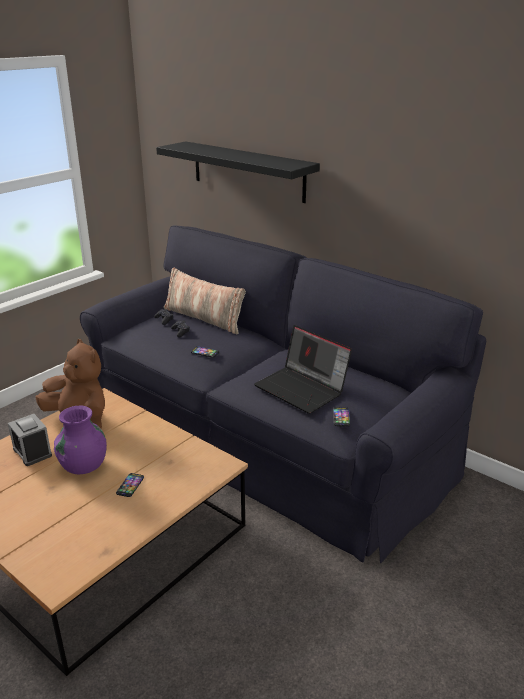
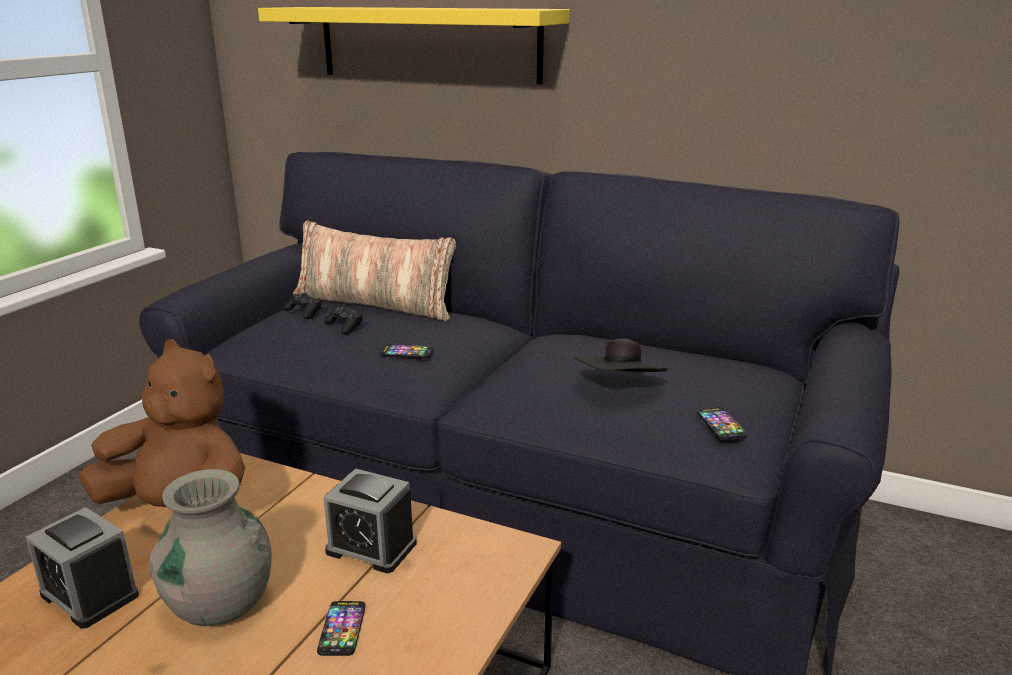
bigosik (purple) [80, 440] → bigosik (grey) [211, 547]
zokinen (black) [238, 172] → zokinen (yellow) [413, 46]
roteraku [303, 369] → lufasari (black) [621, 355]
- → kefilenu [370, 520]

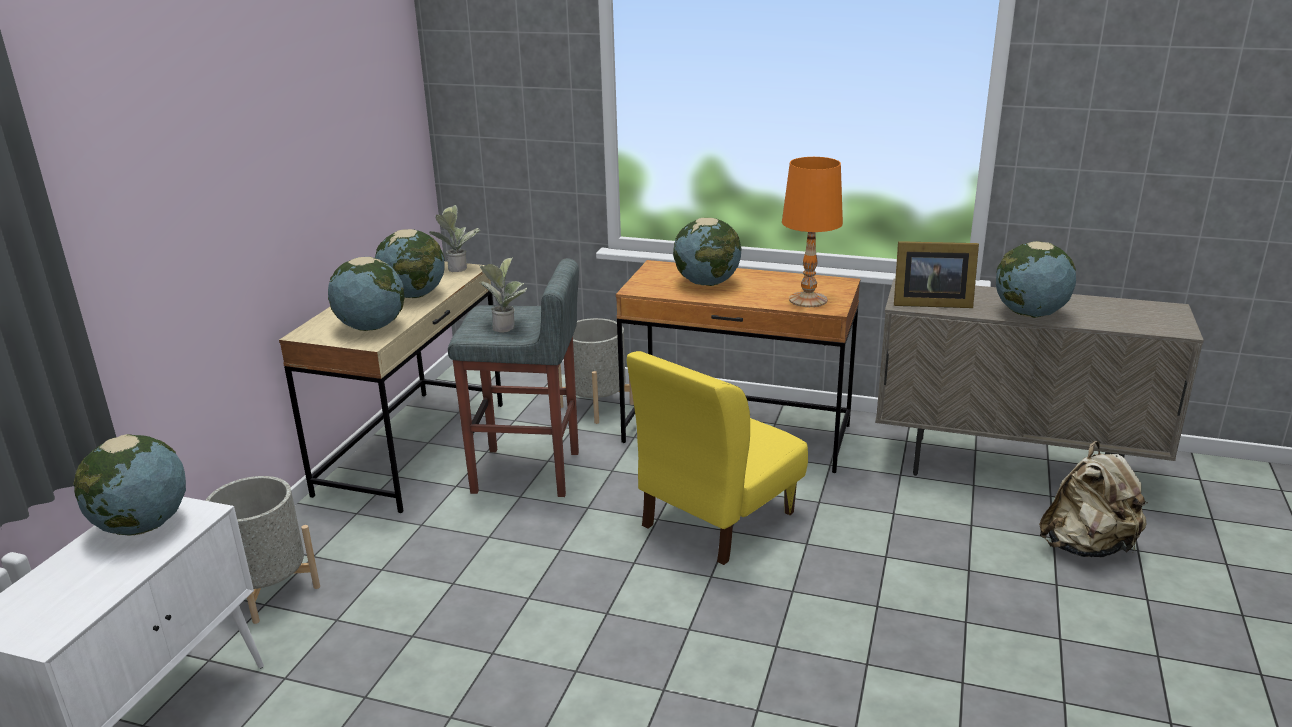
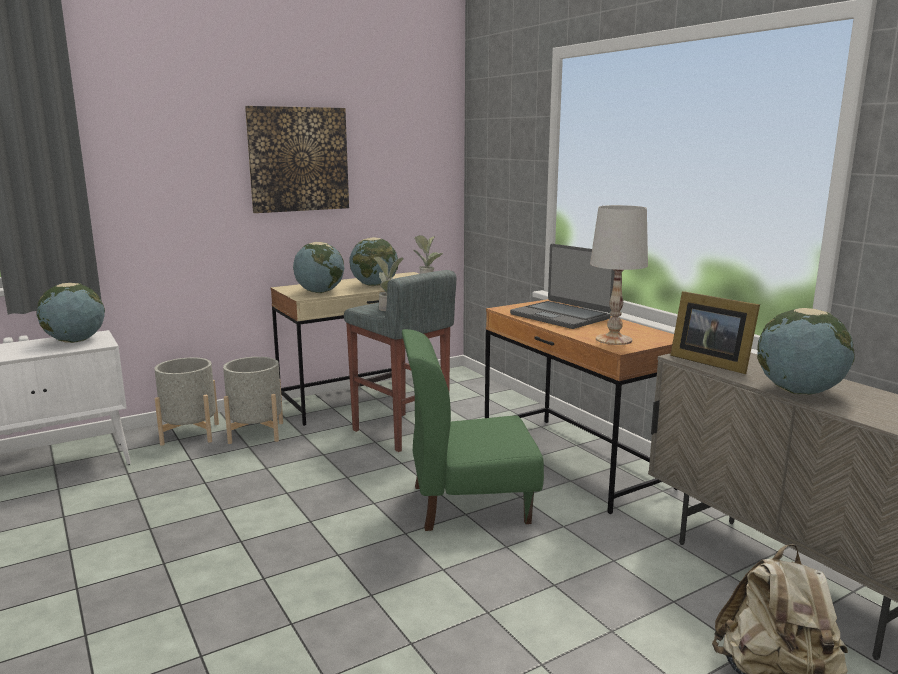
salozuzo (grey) [596, 371] → salozuzo (grey) [253, 400], shifted
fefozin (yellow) [717, 458] → fefozin (green) [473, 430]
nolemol [707, 252] → roteraku [562, 286]
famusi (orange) [812, 232] → famusi (white) [619, 275]
- → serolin [297, 159]

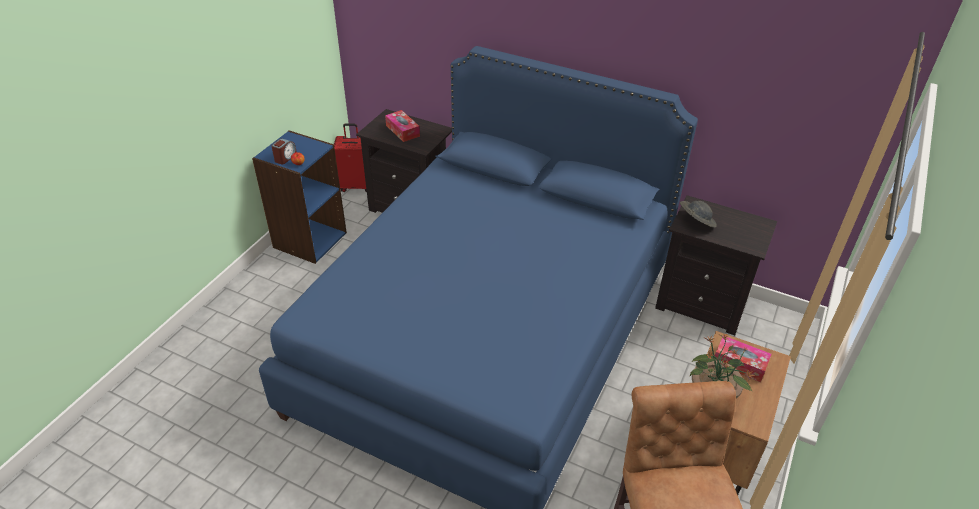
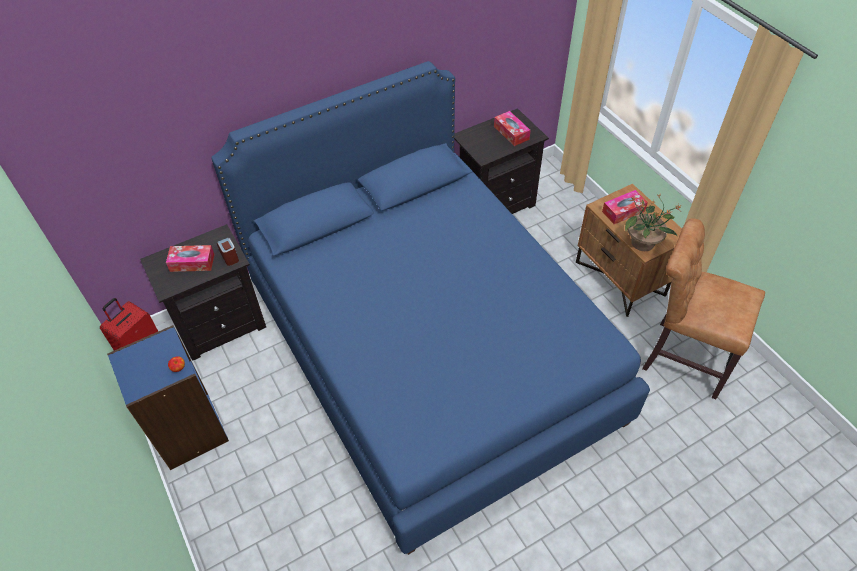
kefilenu [284, 151] → kefilenu [228, 251], shifted
lufasari (grey) [698, 214] → -
- → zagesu [512, 128]

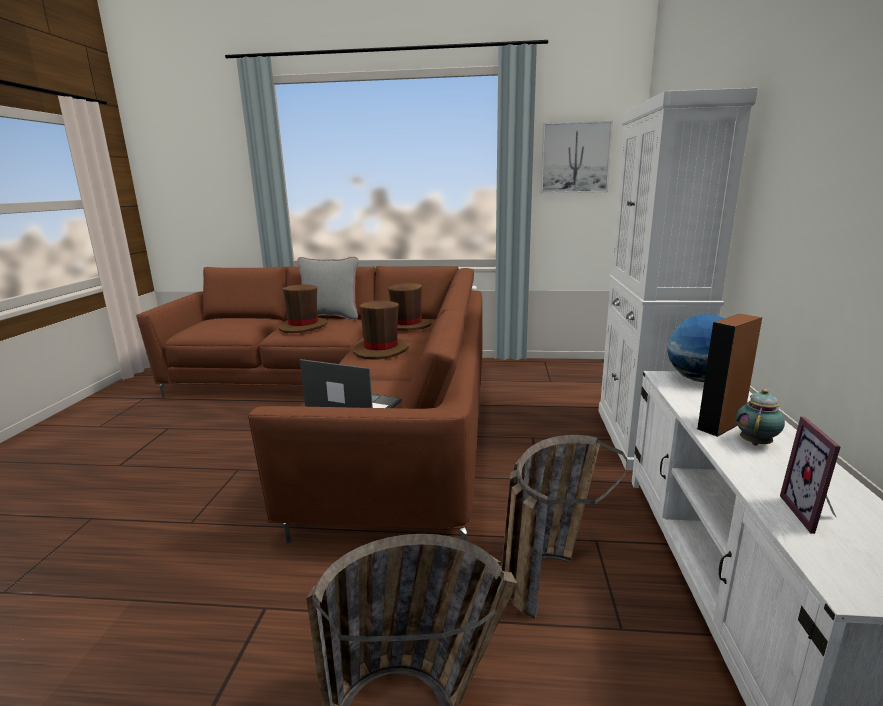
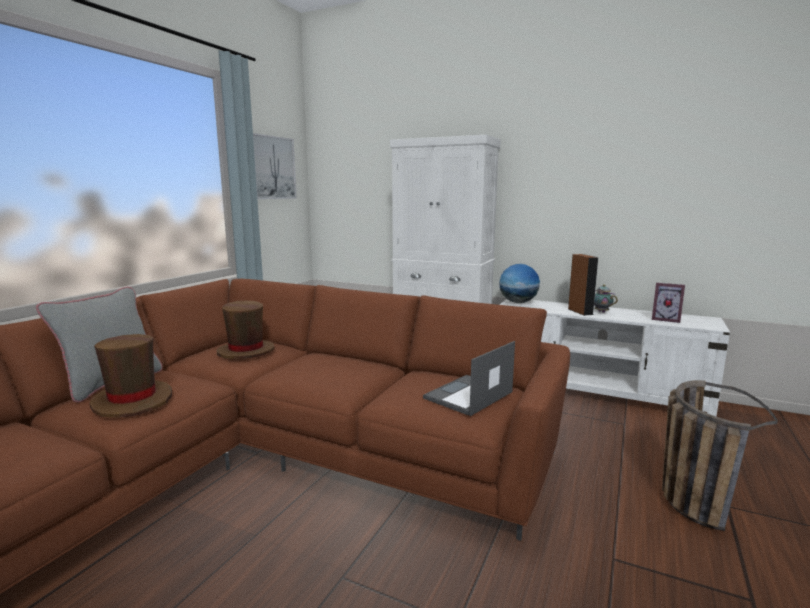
lufasari (brown) [381, 330] → -
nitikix [564, 527] → -

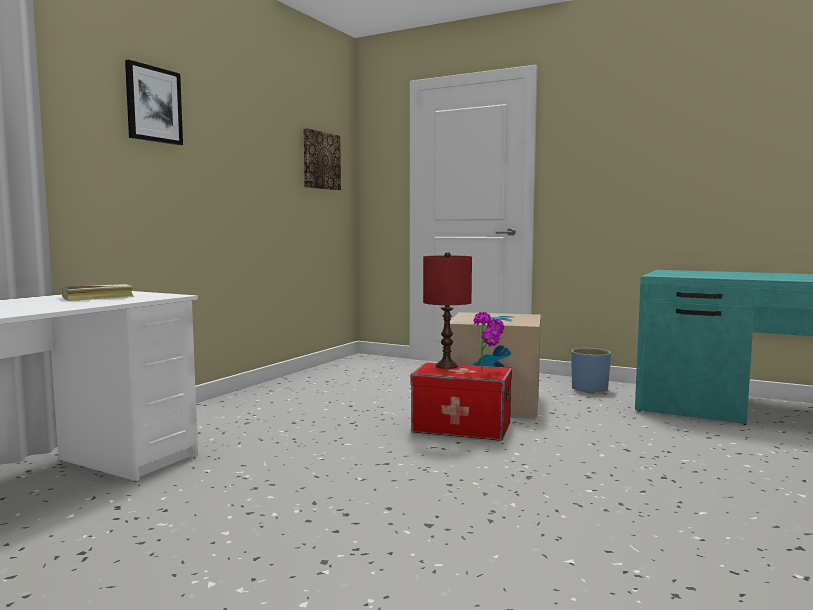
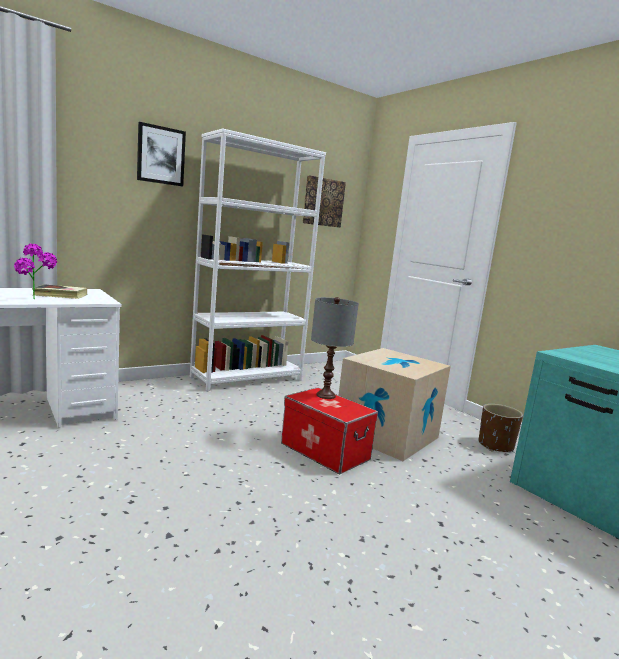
famusi (red) [447, 310] → famusi (grey) [335, 348]
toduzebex [489, 341] → toduzebex [35, 271], shifted
salozuzo (blue) [591, 371] → salozuzo (brown) [501, 428]
- → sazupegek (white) [258, 260]

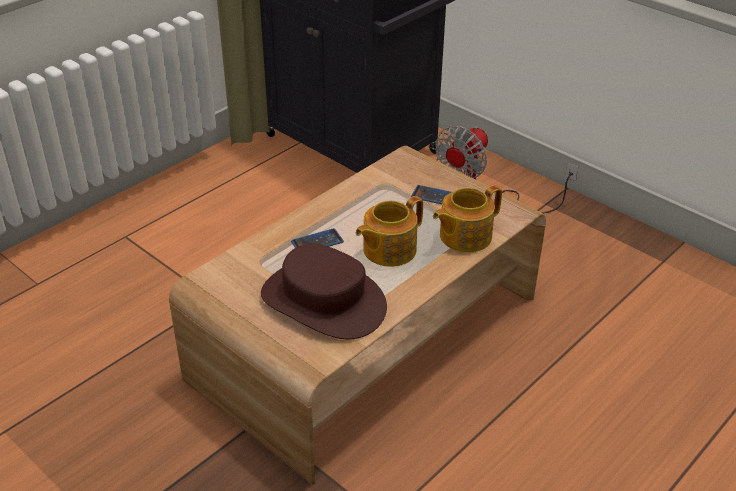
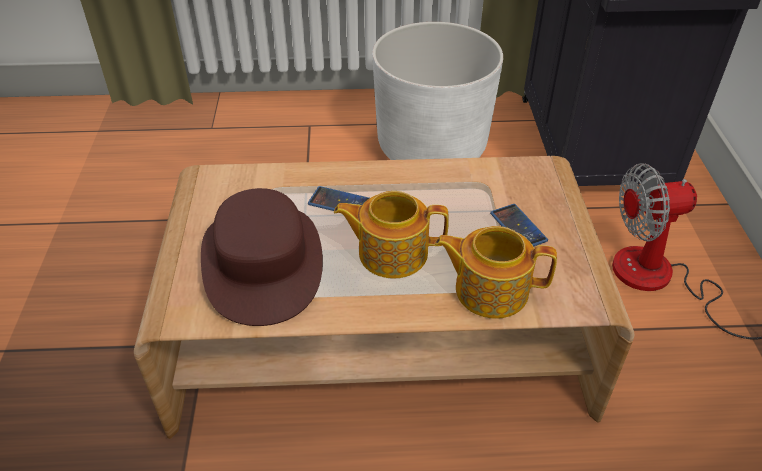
- → salozuzo (white) [437, 91]

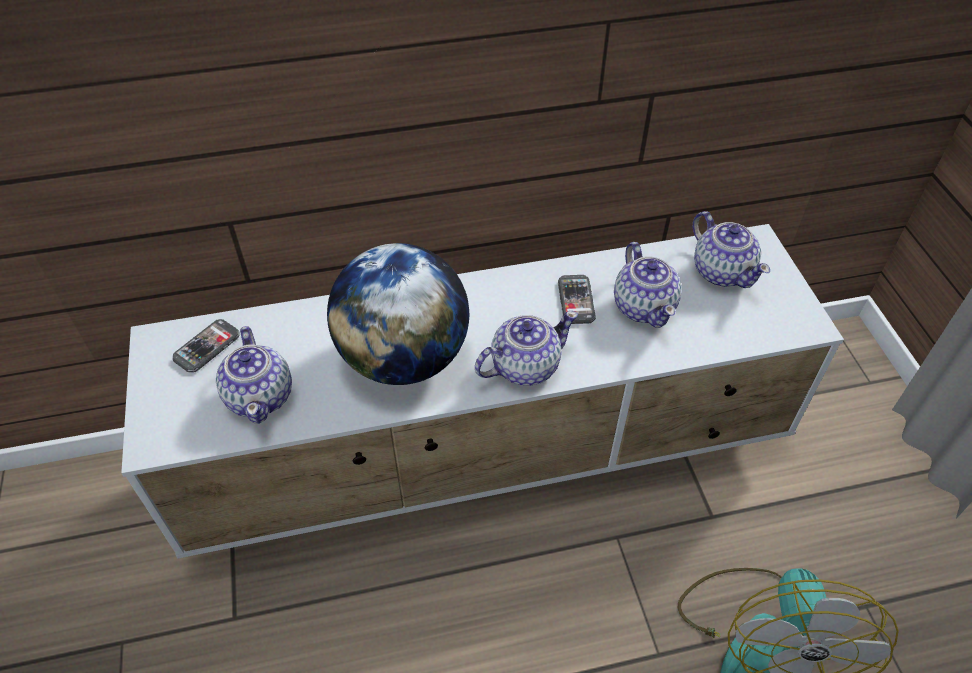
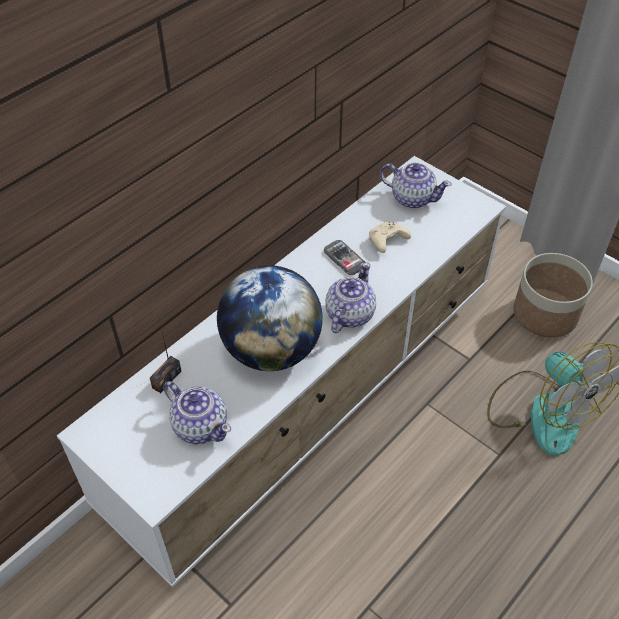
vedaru [206, 346] → -
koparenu [648, 285] → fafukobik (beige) [390, 237]
- → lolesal [165, 354]
- → salozuzo [553, 295]

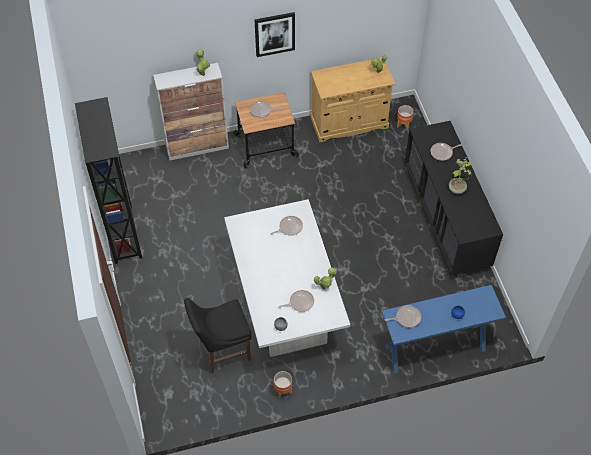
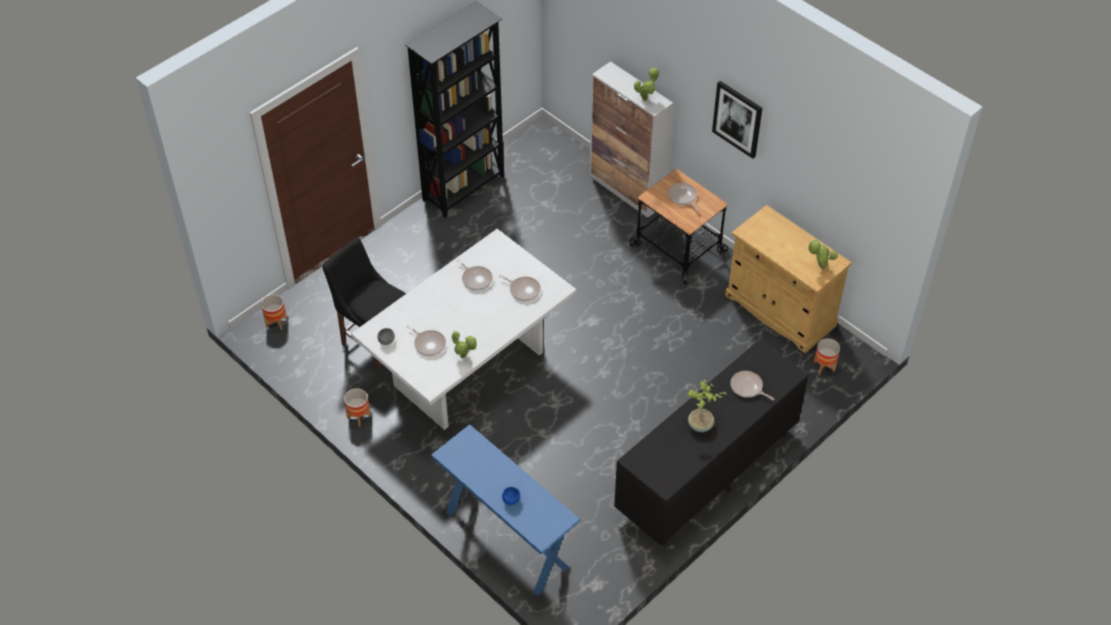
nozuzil [403, 316] → nozuzil [475, 274], shifted
- → salozuzo [274, 312]

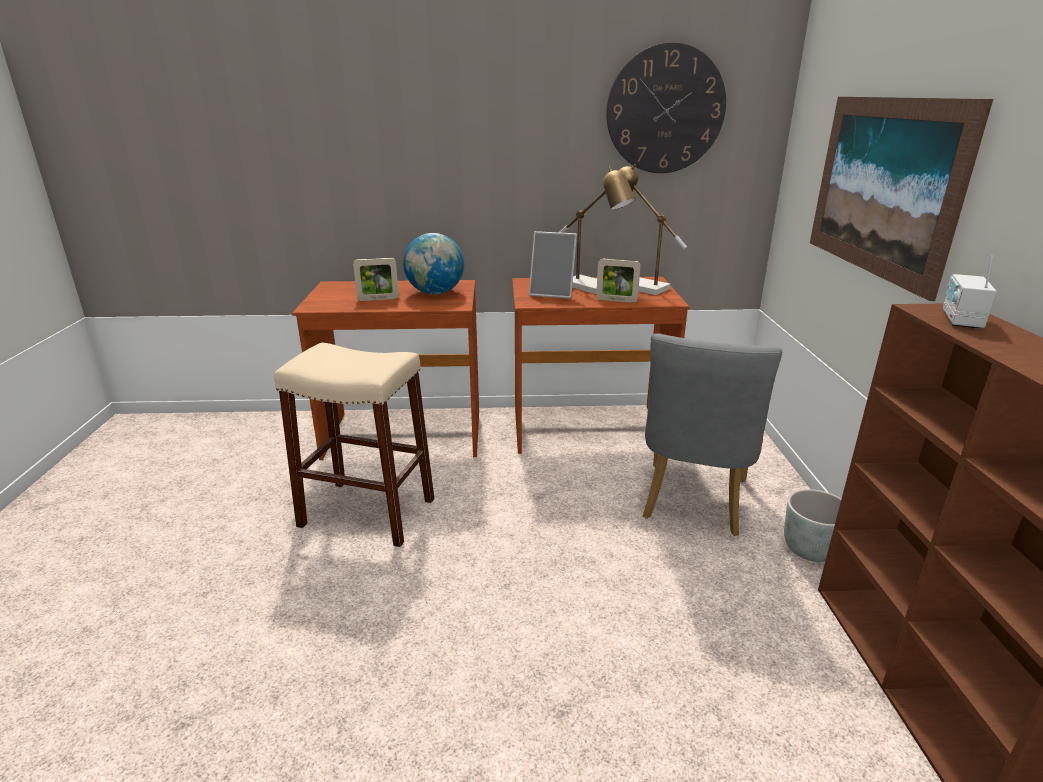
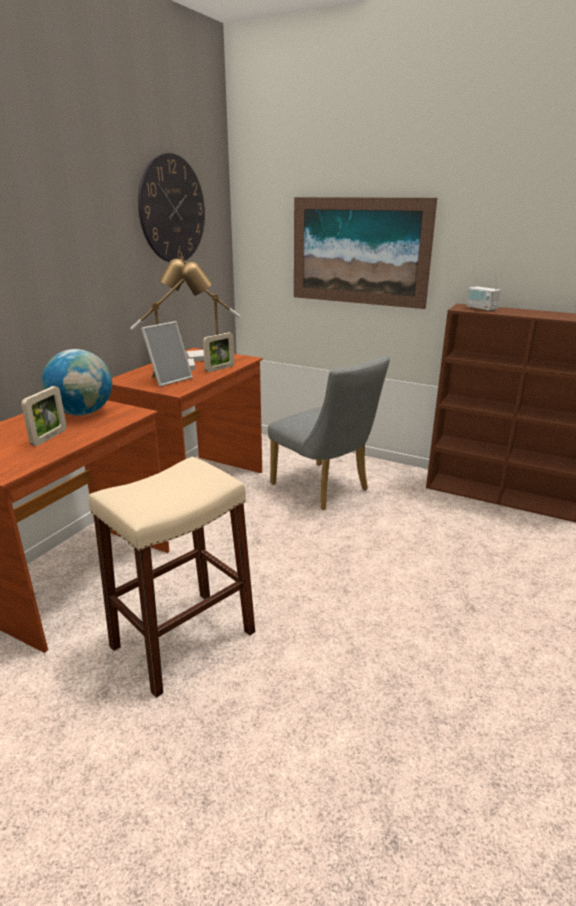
salozuzo (grey) [812, 525] → -

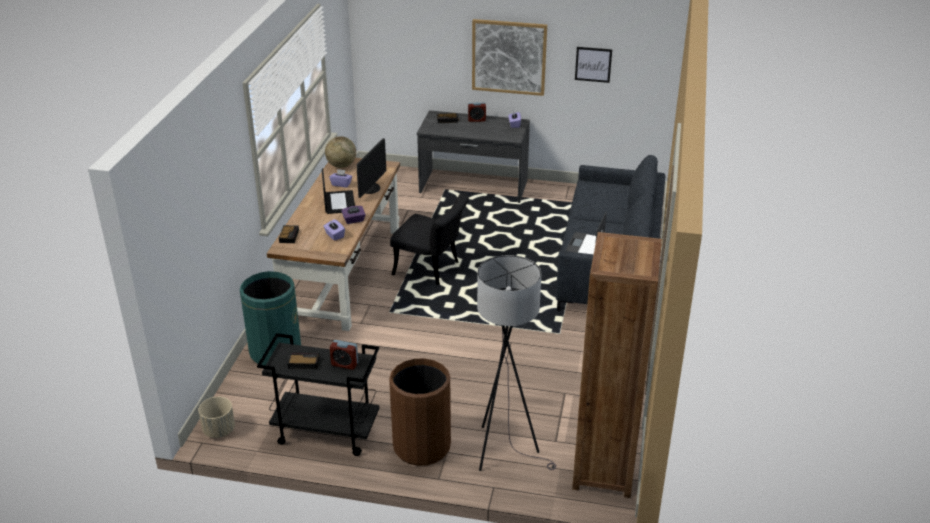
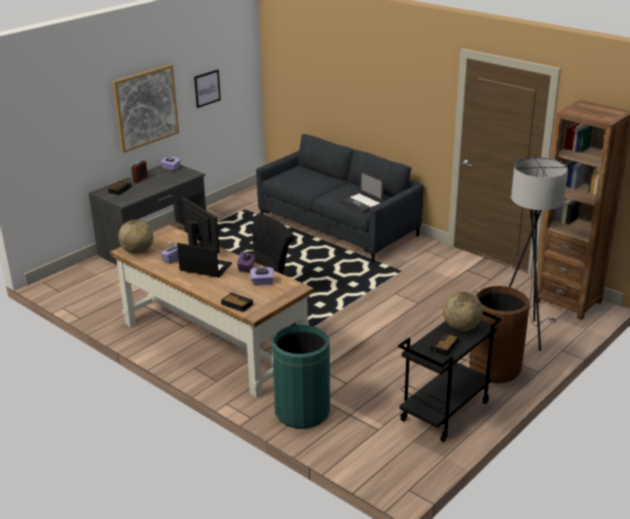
salozuzo (beige) [217, 417] → -
kefilenu [344, 355] → nolemol [463, 311]

